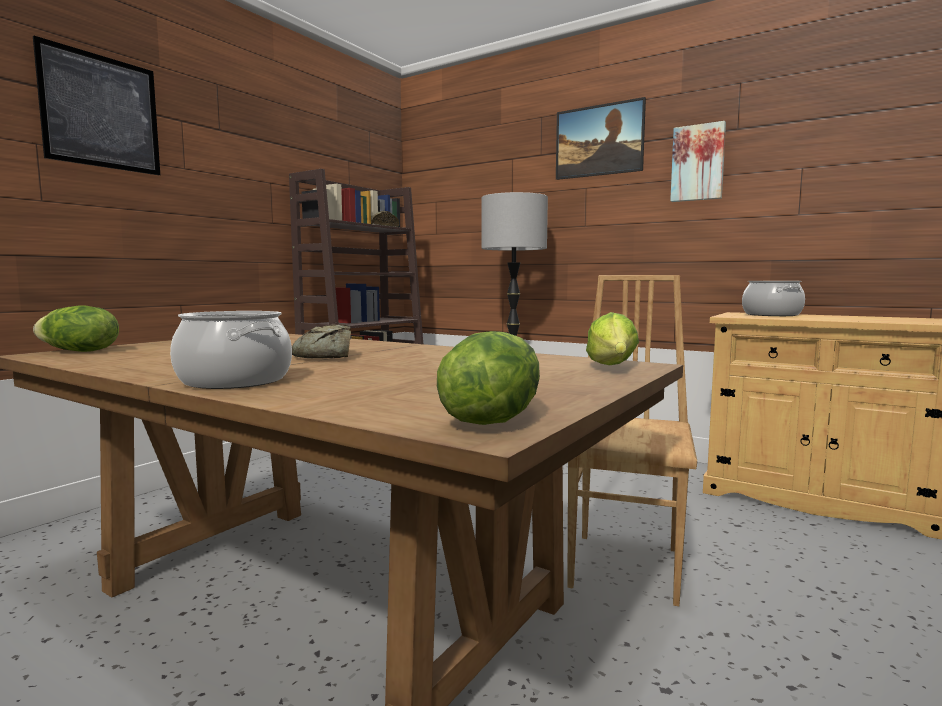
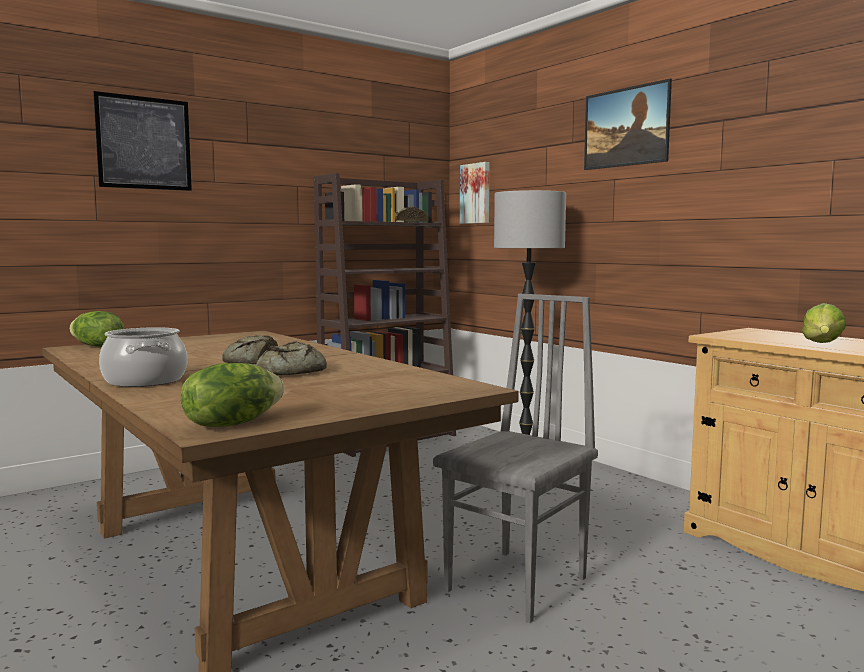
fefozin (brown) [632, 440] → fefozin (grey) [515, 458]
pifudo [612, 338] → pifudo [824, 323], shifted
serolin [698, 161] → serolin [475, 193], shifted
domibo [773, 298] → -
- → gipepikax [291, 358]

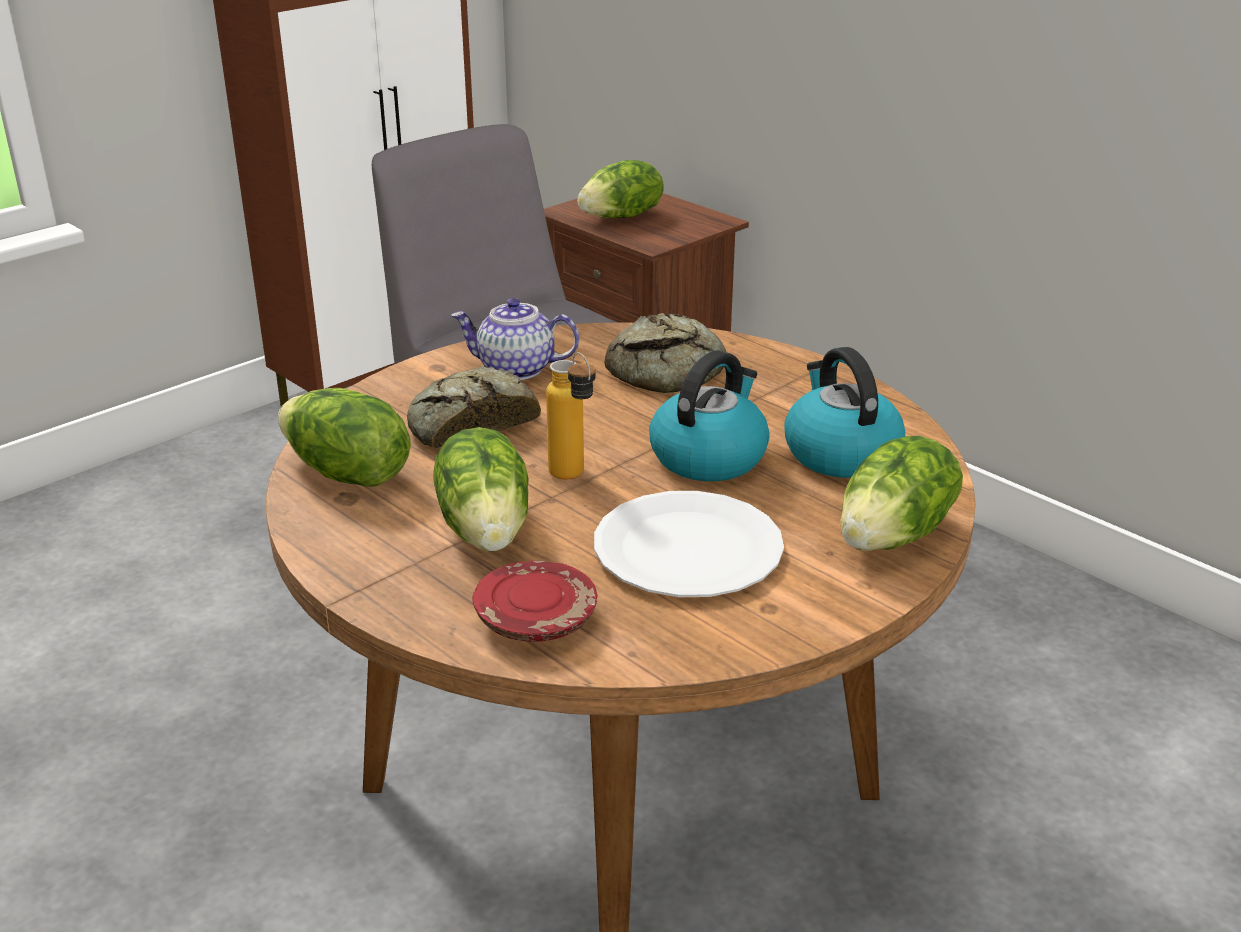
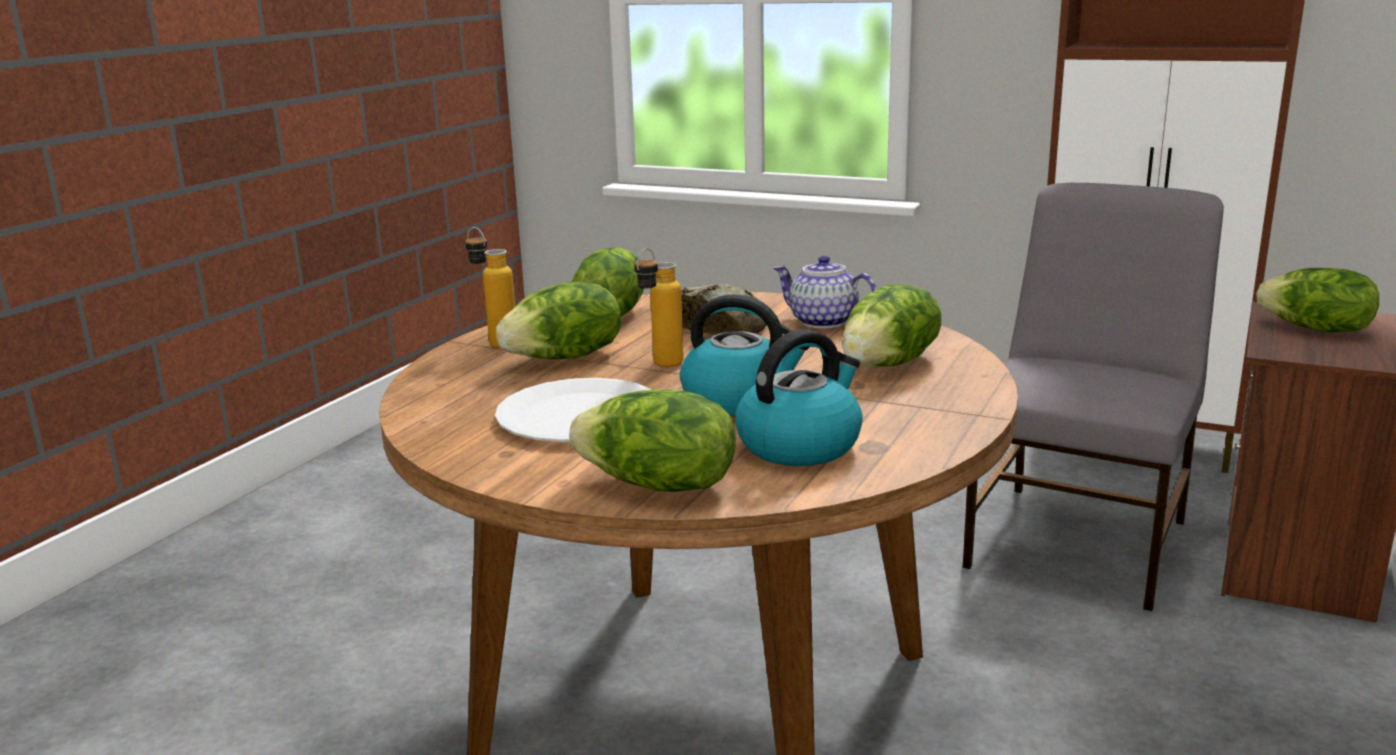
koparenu [515, 339] → koparenu [825, 292], 45 degrees counterclockwise
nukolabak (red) [534, 601] → -
gipepikax [665, 353] → pifudo [891, 325]
- → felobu [490, 287]

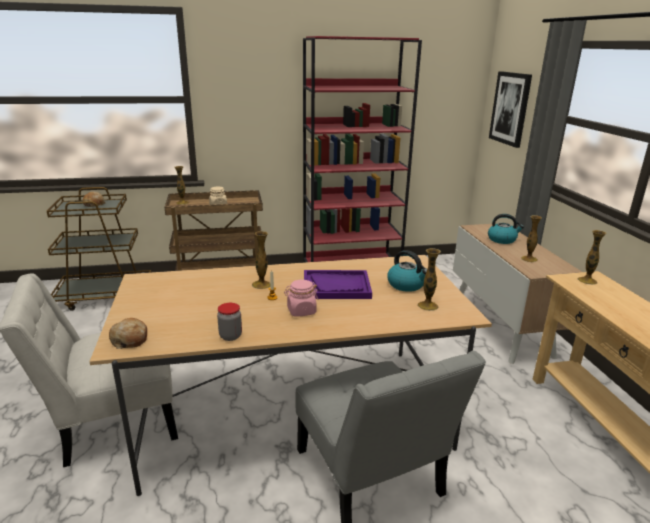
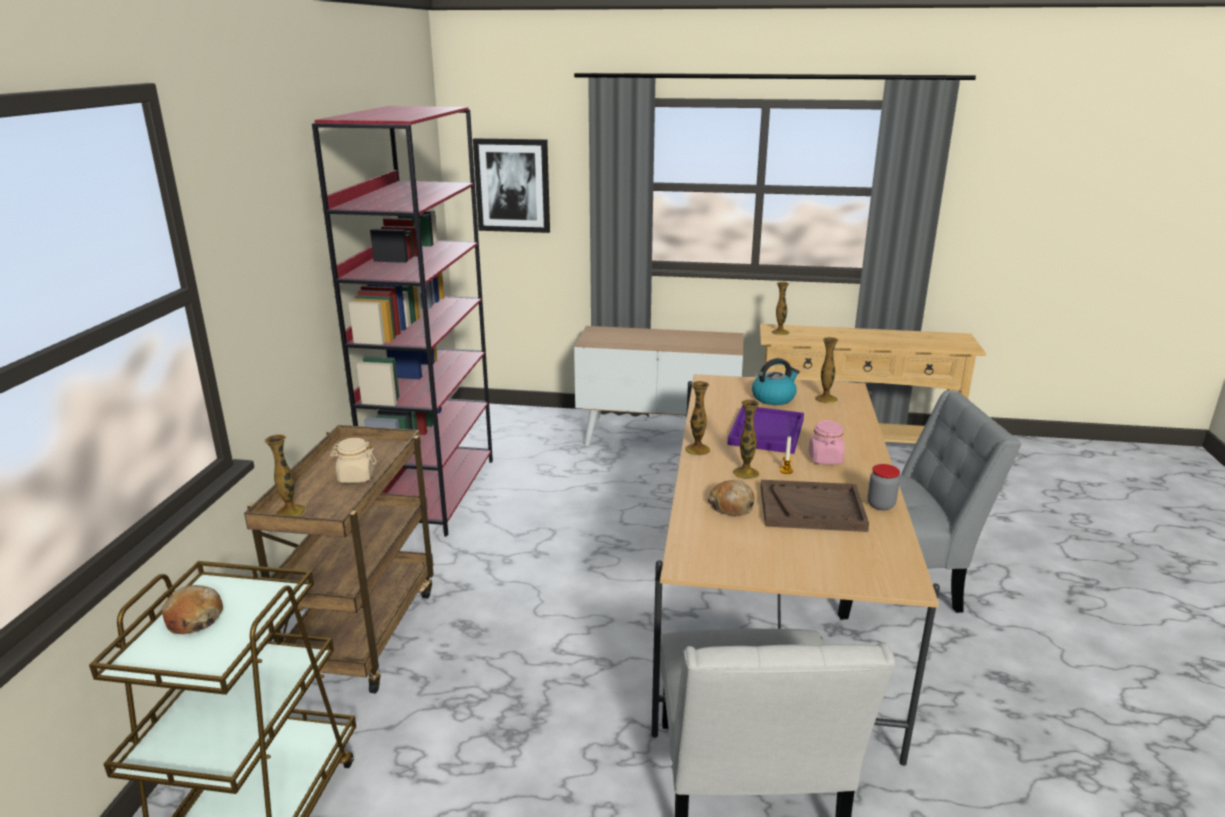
gipepikax [128, 333] → gipepikax [731, 498], shifted
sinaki [506, 229] → -
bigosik [531, 238] → bigosik [697, 418], shifted
- → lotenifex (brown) [815, 506]

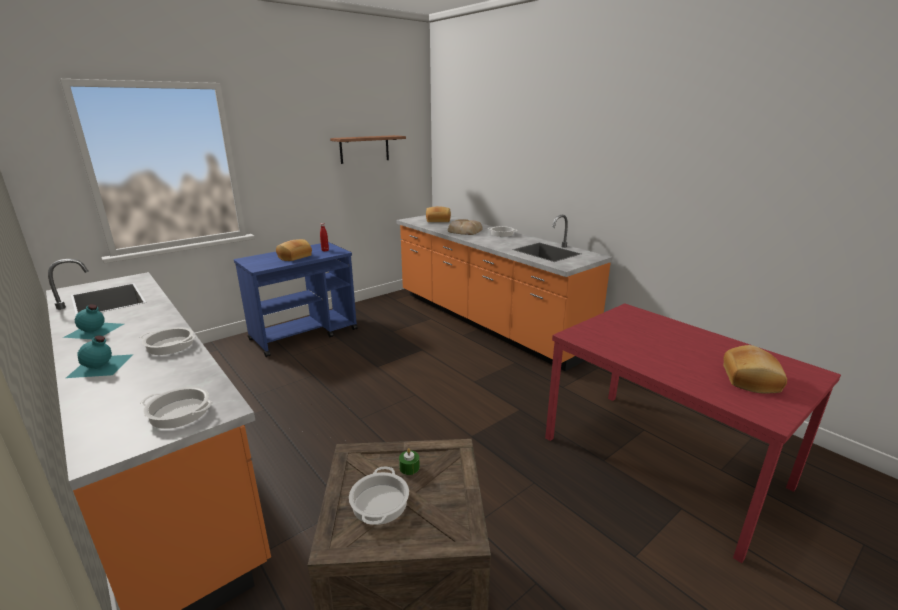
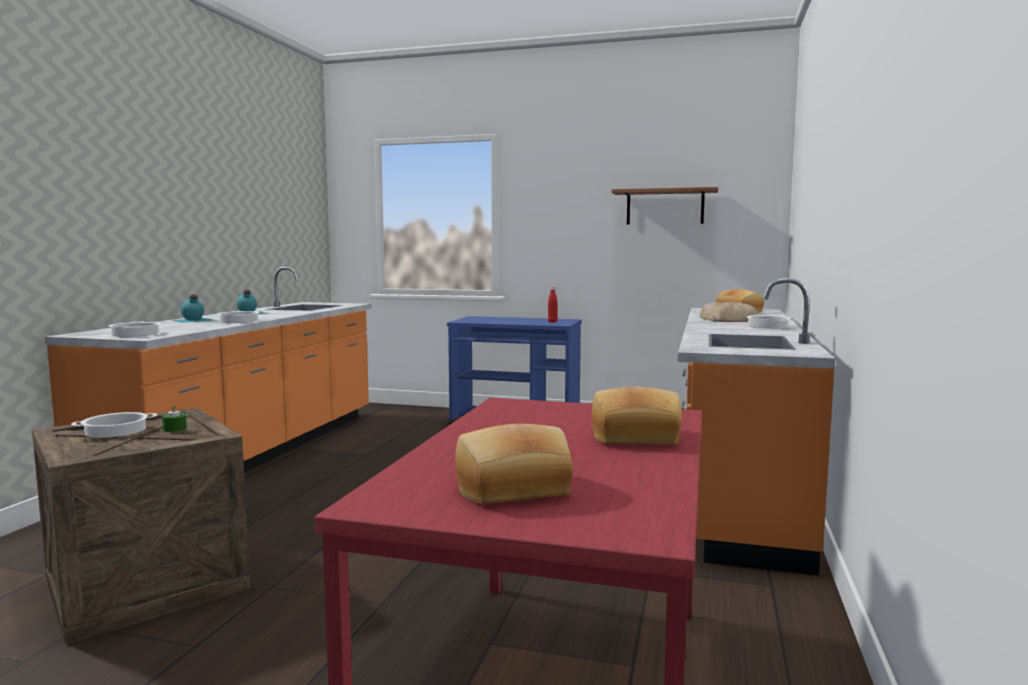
gipepikax [294, 250] → gipepikax [637, 415], shifted

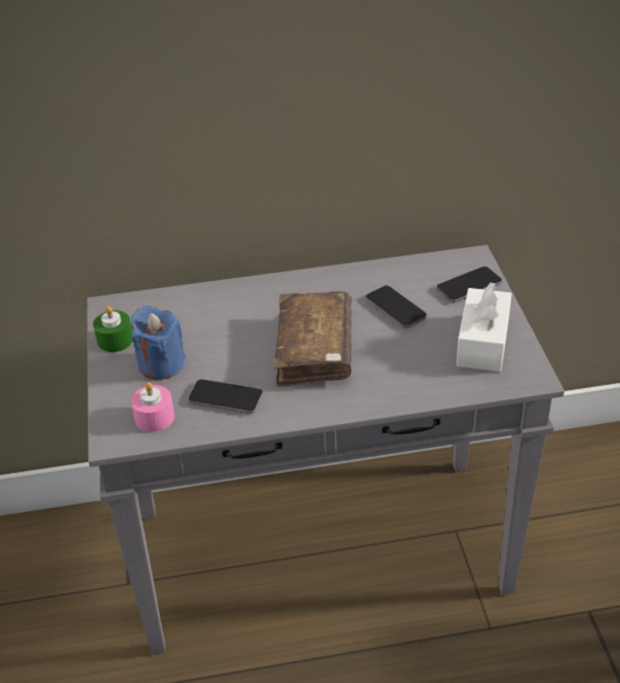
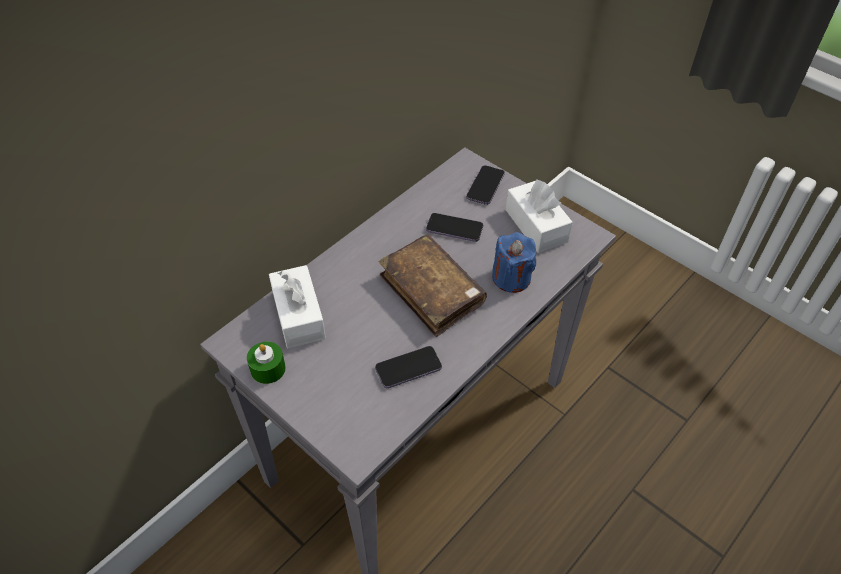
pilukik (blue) [158, 342] → pilukik (blue) [514, 262], shifted
pilukik (pink) [153, 407] → -
- → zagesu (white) [297, 306]

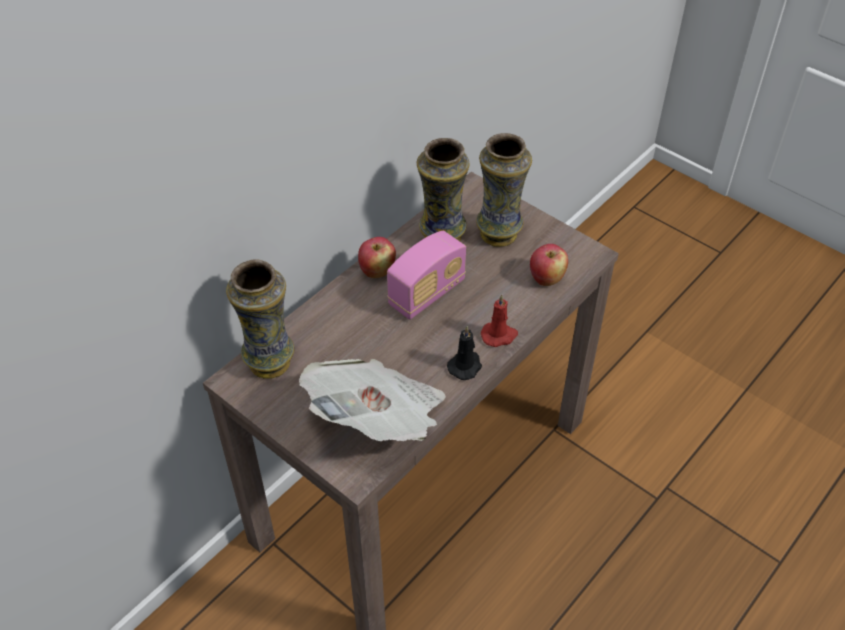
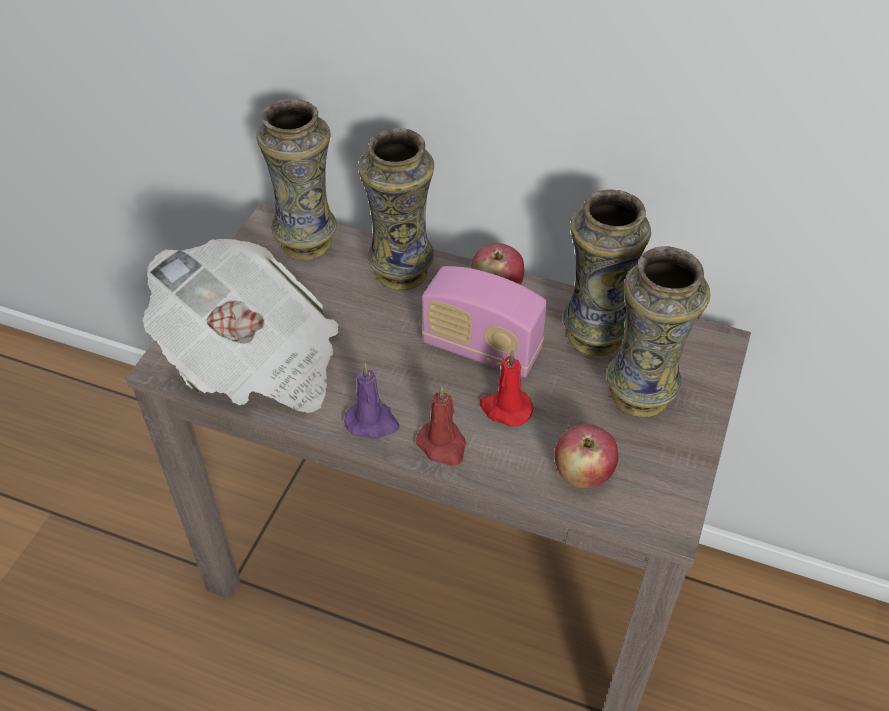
pilukik (black) [464, 353] → pilukik (purple) [371, 401]
- → bigosik [396, 209]
- → pilukik (red) [507, 389]

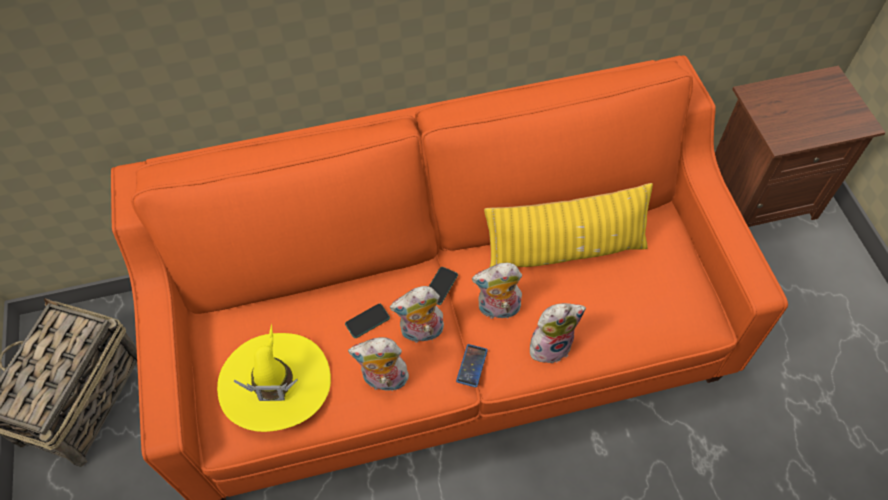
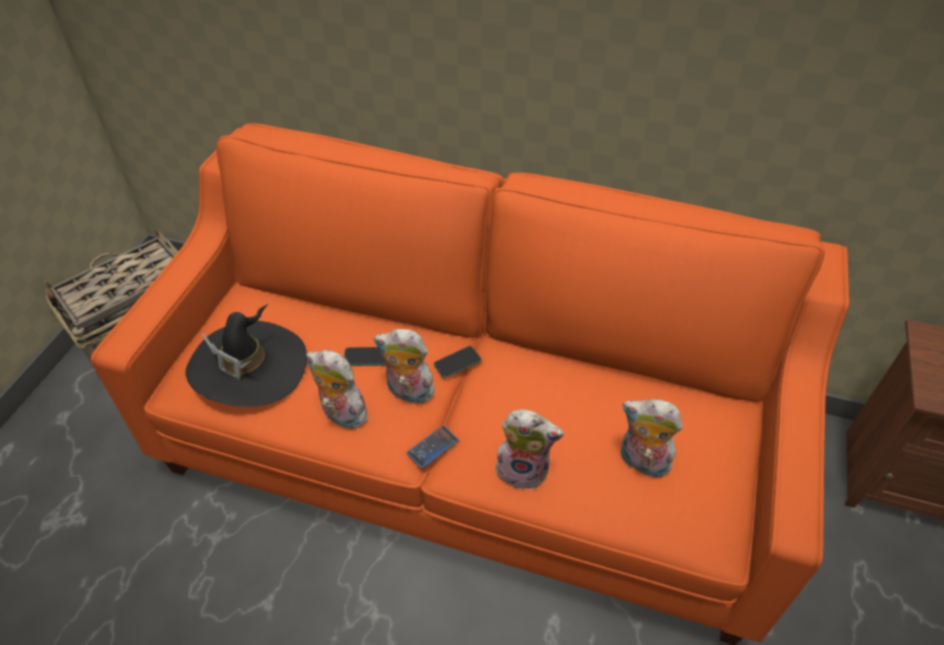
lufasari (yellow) [274, 378] → lufasari (black) [246, 355]
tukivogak [497, 292] → tukivogak [652, 439], shifted
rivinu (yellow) [568, 225] → -

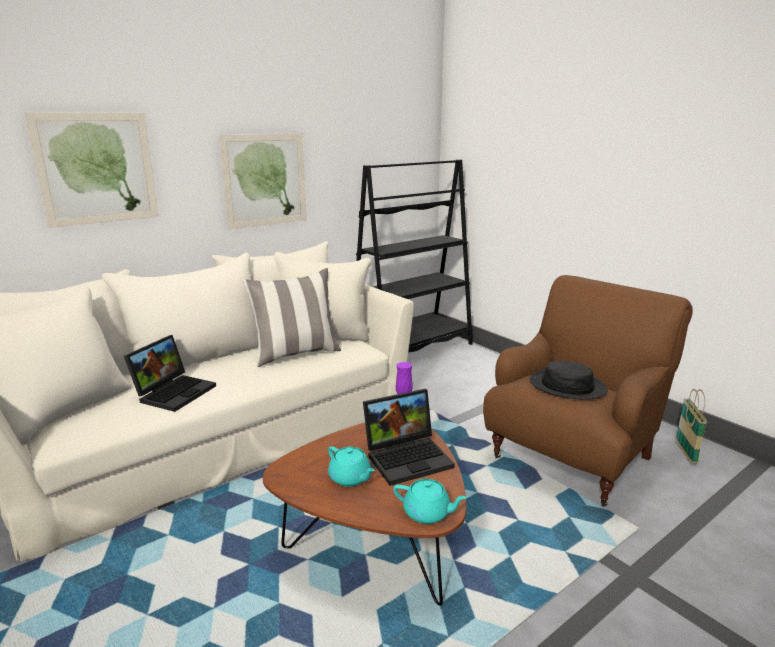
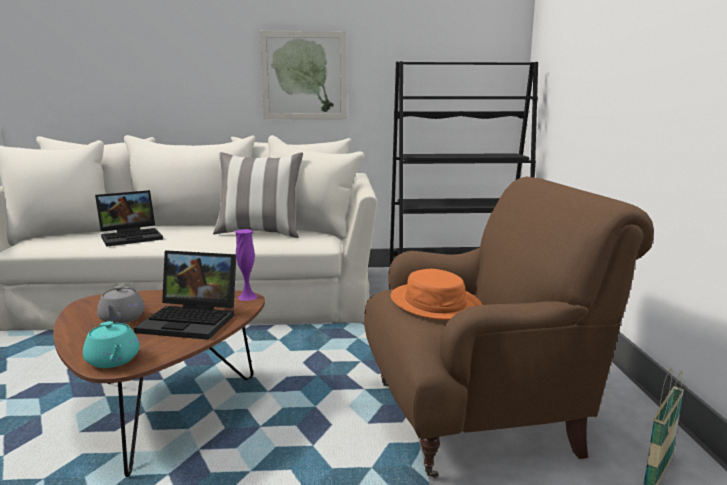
serolin [91, 170] → -
koparenu (turquoise) [351, 466] → koparenu (grey) [121, 304]
lufasari (black) [569, 380] → lufasari (orange) [436, 294]

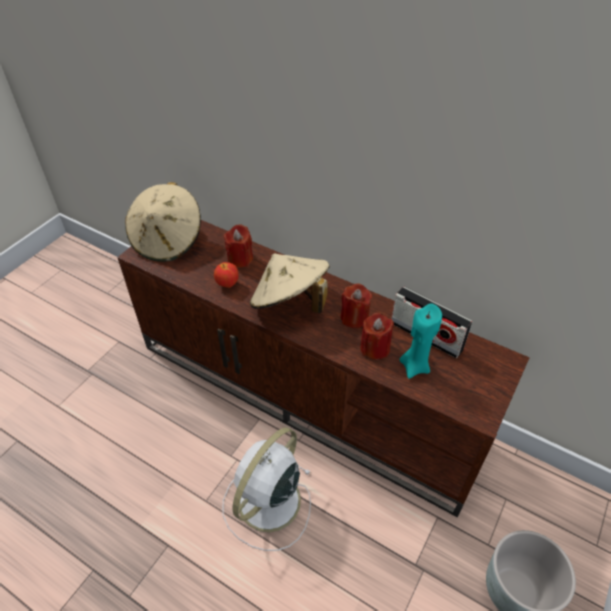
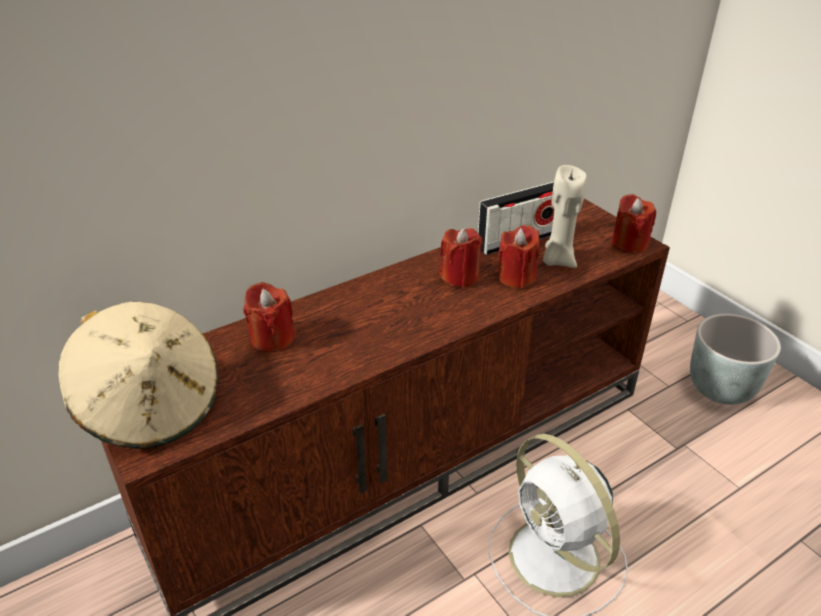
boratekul [226, 275] → -
lufasari (beige) [290, 283] → -
pilukik (turquoise) [420, 341] → pilukik (beige) [565, 216]
- → pilukik (red) [634, 224]

